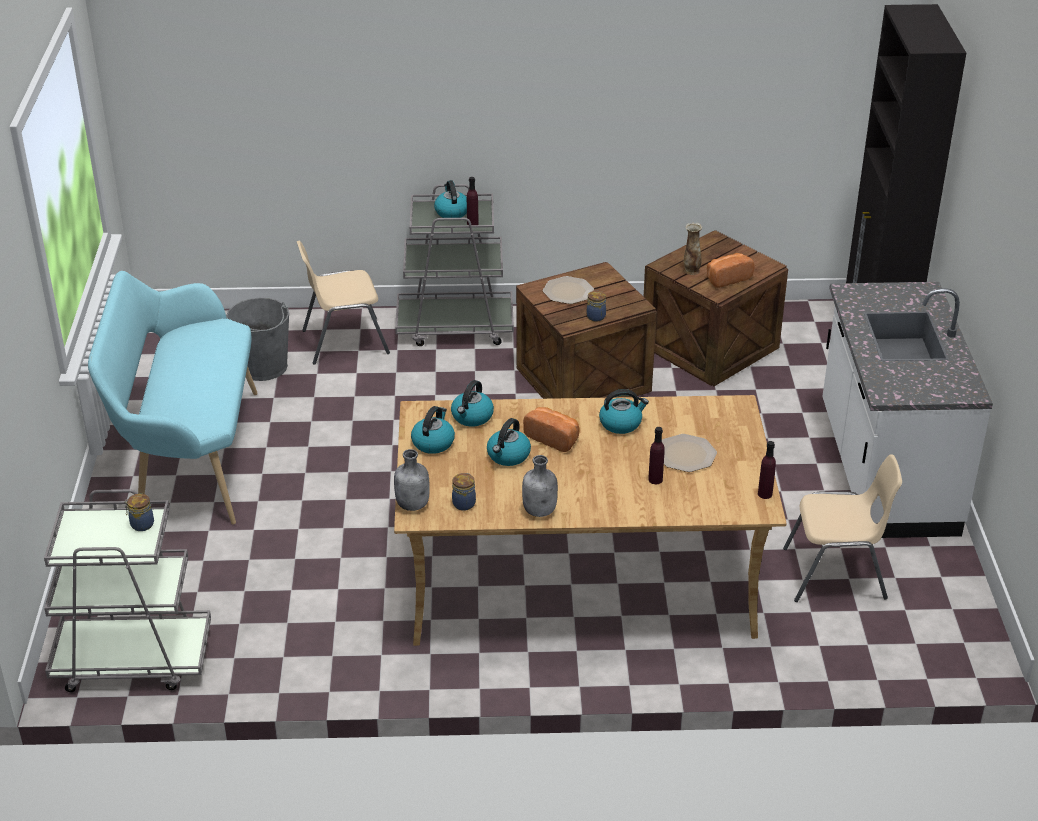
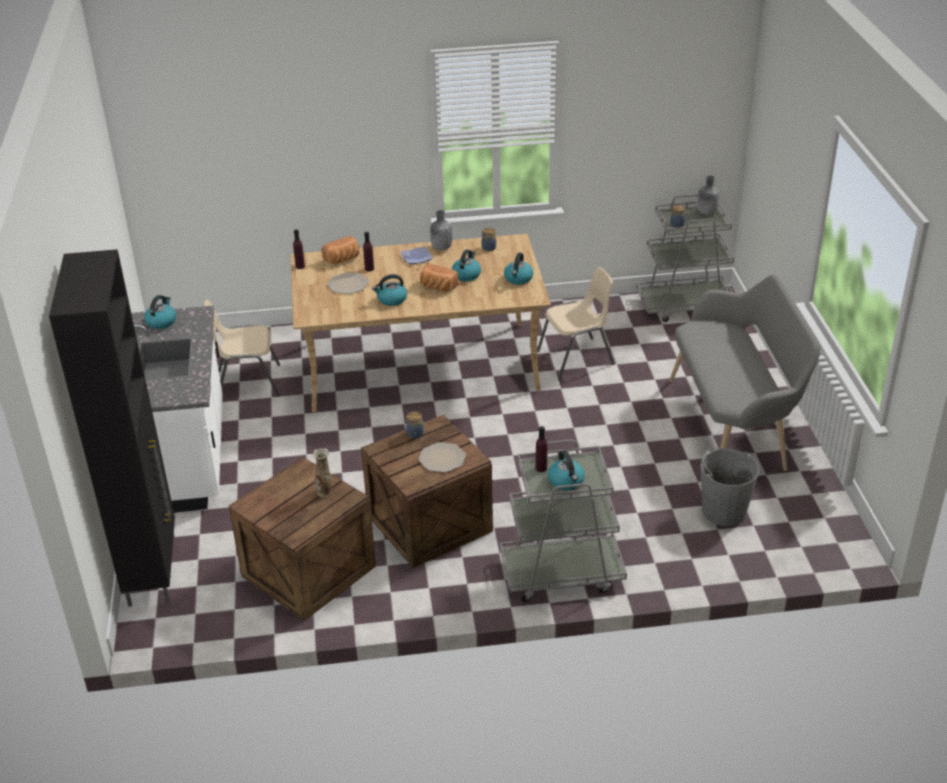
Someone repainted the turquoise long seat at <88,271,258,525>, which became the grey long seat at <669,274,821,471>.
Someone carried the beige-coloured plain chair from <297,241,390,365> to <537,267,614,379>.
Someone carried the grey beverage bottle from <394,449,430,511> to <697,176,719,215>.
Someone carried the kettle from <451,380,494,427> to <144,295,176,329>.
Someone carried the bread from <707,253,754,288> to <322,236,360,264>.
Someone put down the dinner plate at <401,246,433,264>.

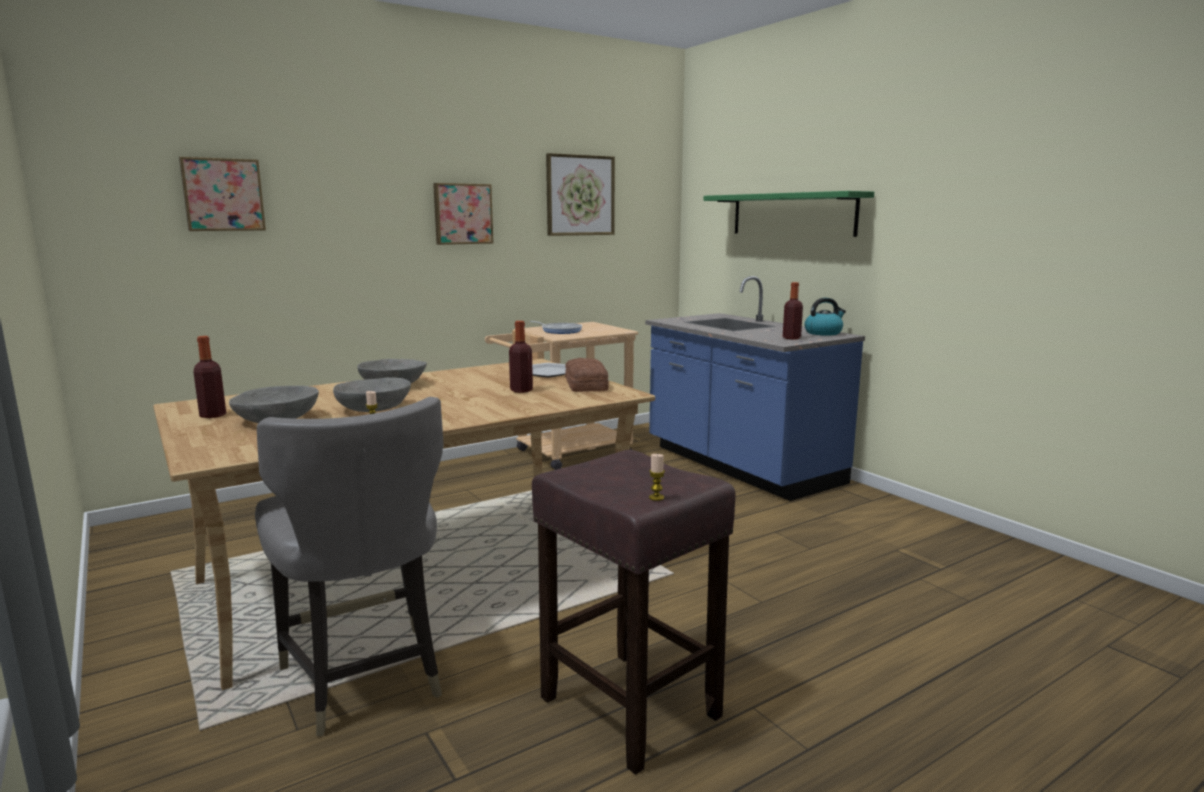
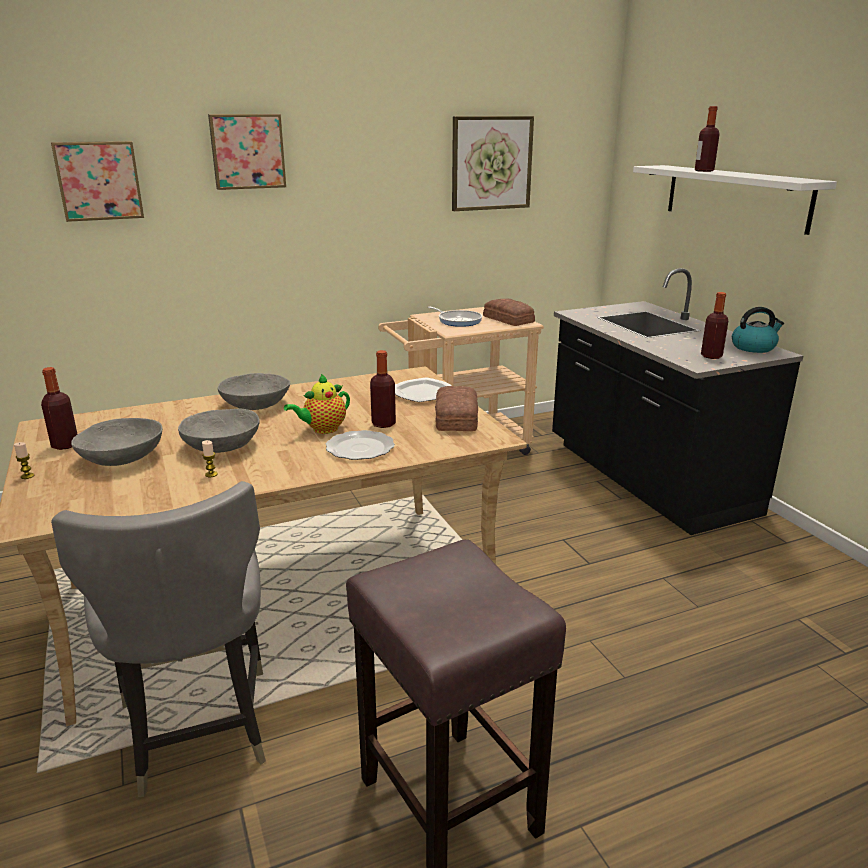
Someone carried the wall art from <433,183,494,245> to <208,114,286,190>.
Someone repainted the blue-coloured counter at <645,276,865,501>, which became the black counter at <552,268,803,535>.
Someone carried the candle from <649,454,665,501> to <14,442,34,479>.
Someone repainted the green shelf at <704,191,874,237>, which became the whitish shelf at <633,165,837,235>.
Someone put down the pot for tea at <284,374,350,434>.
Someone put down the dinner plate at <326,430,395,460>.
Someone put down the bread at <483,299,535,326>.
Someone put down the beverage bottle at <695,106,720,172>.

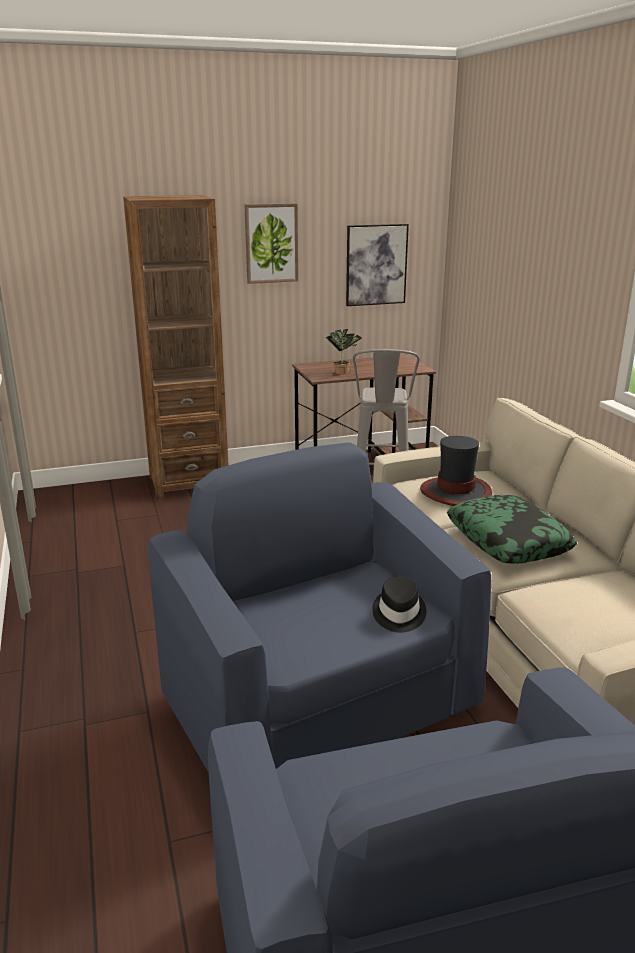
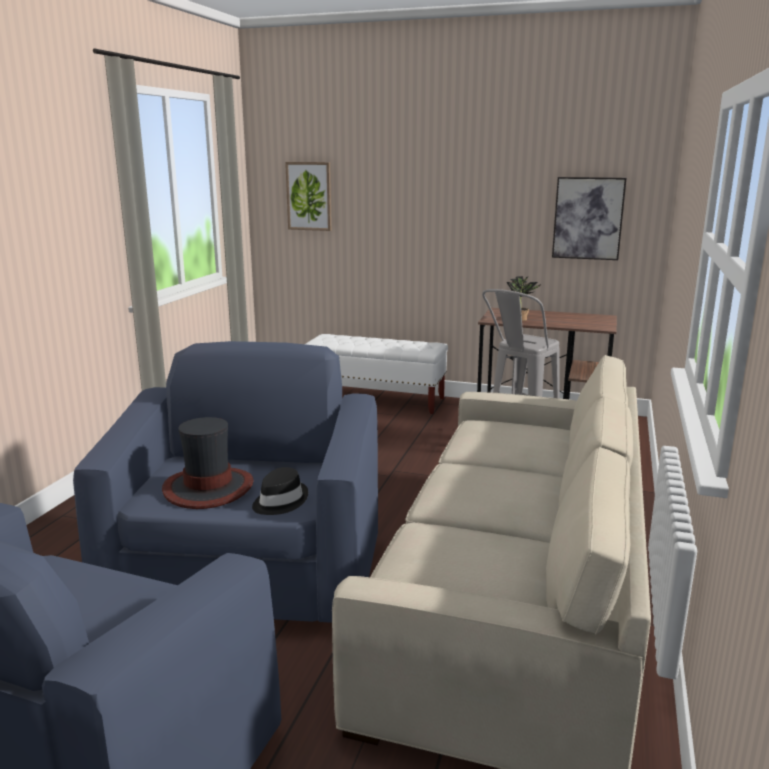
Someone swapped the brownish bookcase at <123,195,228,501> for the whitish long seat at <305,334,448,414>.
Someone carried the wall art from <244,203,298,284> to <285,162,332,231>.
Someone carried the hat from <420,436,492,506> to <162,417,254,509>.
Someone took away the pillow at <447,495,577,564>.

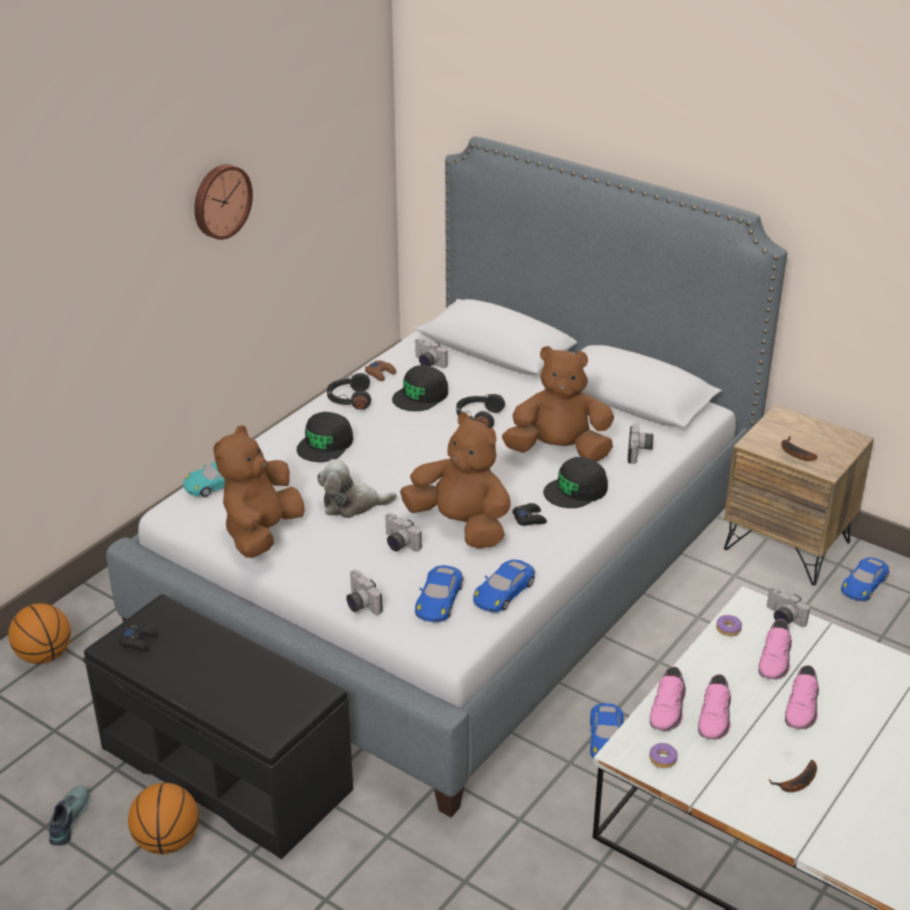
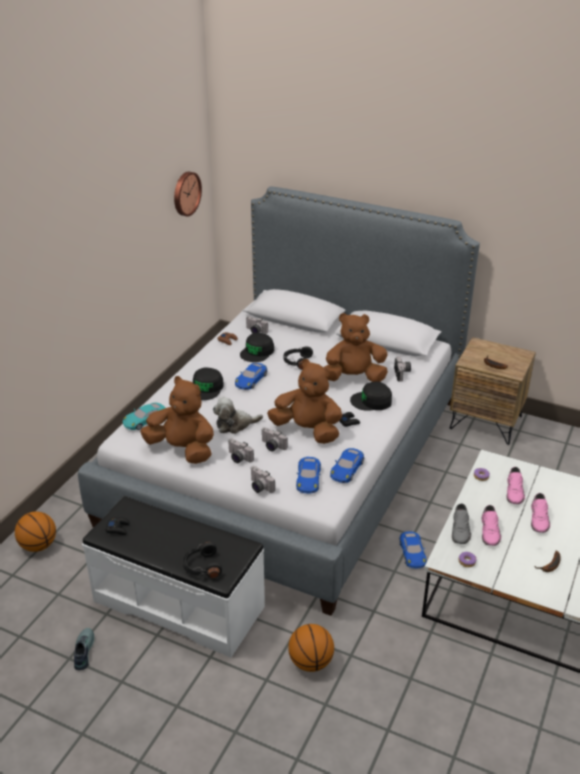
Someone repainted the black long seat at <83,594,353,859>, which became the whitish long seat at <82,496,265,658>.
Someone carried the basketball ball from <128,783,199,854> to <288,624,334,672>.
Someone carried the wall clock from <194,164,253,240> to <174,172,202,216>.
Someone rotated the brownish cuddly toy at <213,425,305,558> by 105 degrees clockwise.
Someone carried the black pair of headphones from <327,373,371,410> to <183,542,222,578>.
Someone rotated the black cap at <543,457,608,508> by 45 degrees clockwise.
Someone repainted the pink shoe at <650,666,686,731>, which became the grey shoe at <452,503,471,544>.
Someone carried the photo camera from <767,586,810,627> to <228,438,254,463>.
Someone carried the blue-coloured model car from <841,557,889,601> to <235,363,267,390>.

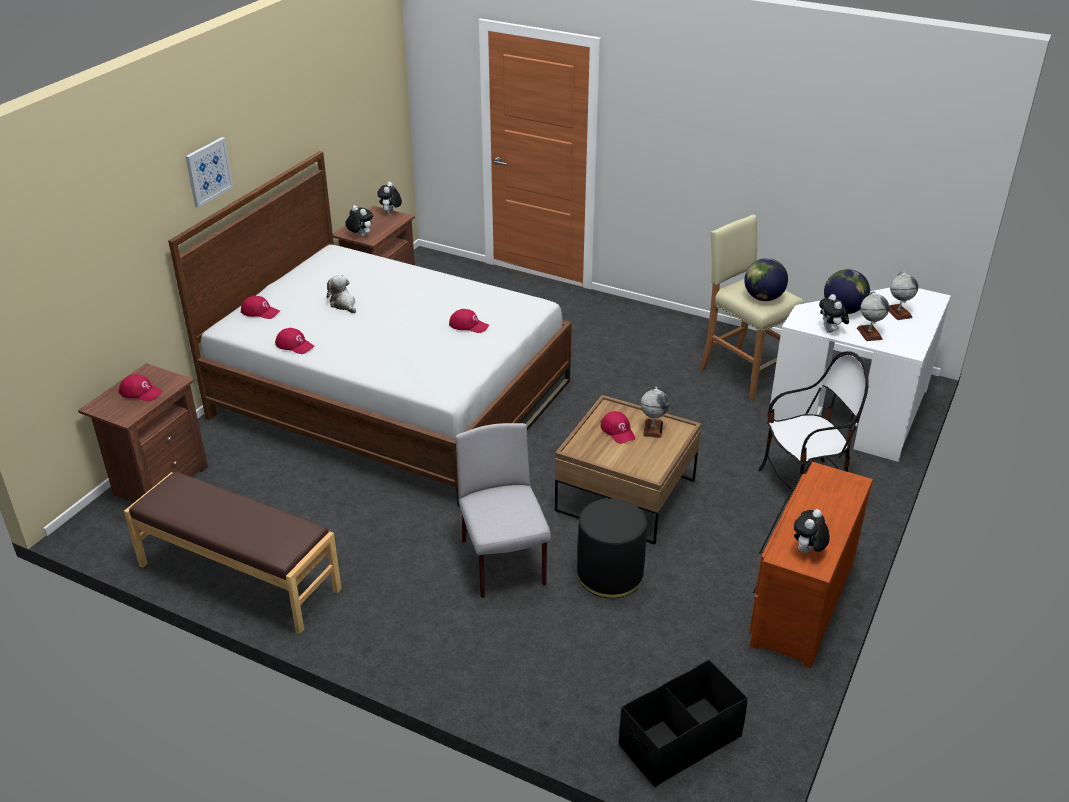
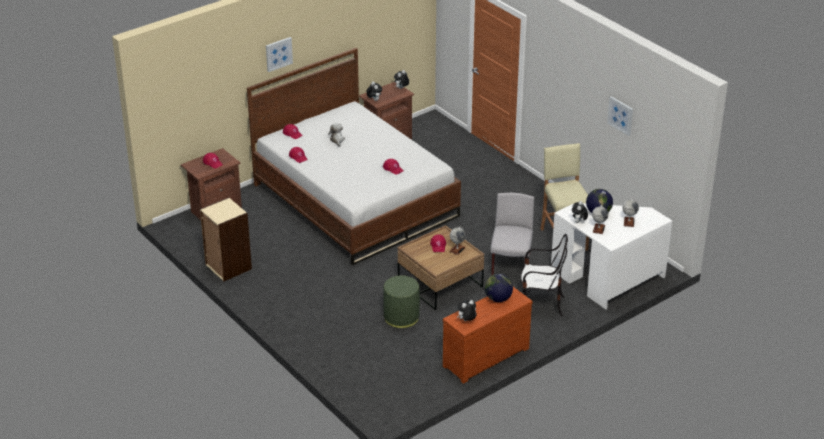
Someone swapped the brownish long seat at <124,471,342,634> for the beige-coloured bookcase at <200,197,252,282>.
Someone carried the grey plain chair from <455,423,551,598> to <490,193,534,276>.
Someone repainted the black pouffe at <577,498,647,598>, which became the green pouffe at <383,275,420,328>.
Someone took away the black storage box at <619,660,748,787>.
Someone carried the world globe from <744,258,788,301> to <484,274,513,302>.
Someone put up the wall art at <607,96,633,136>.

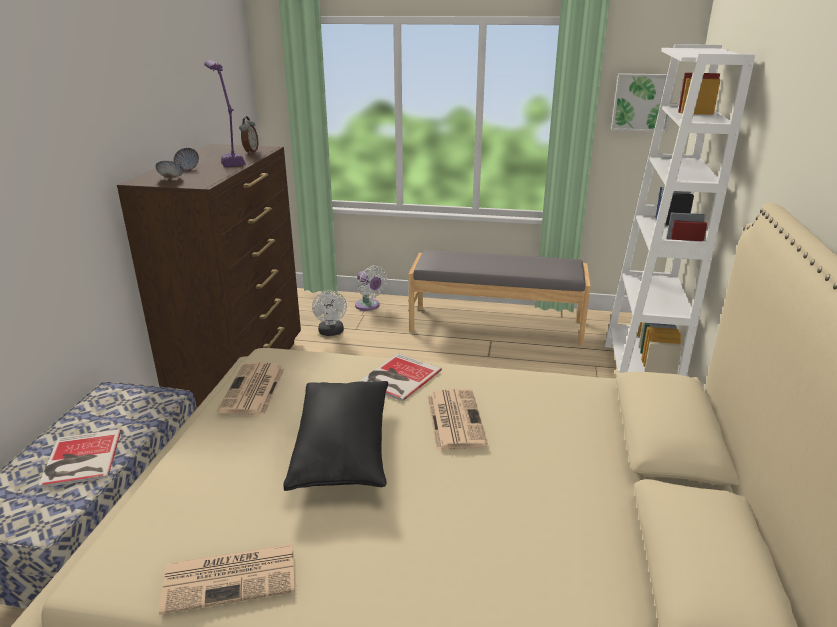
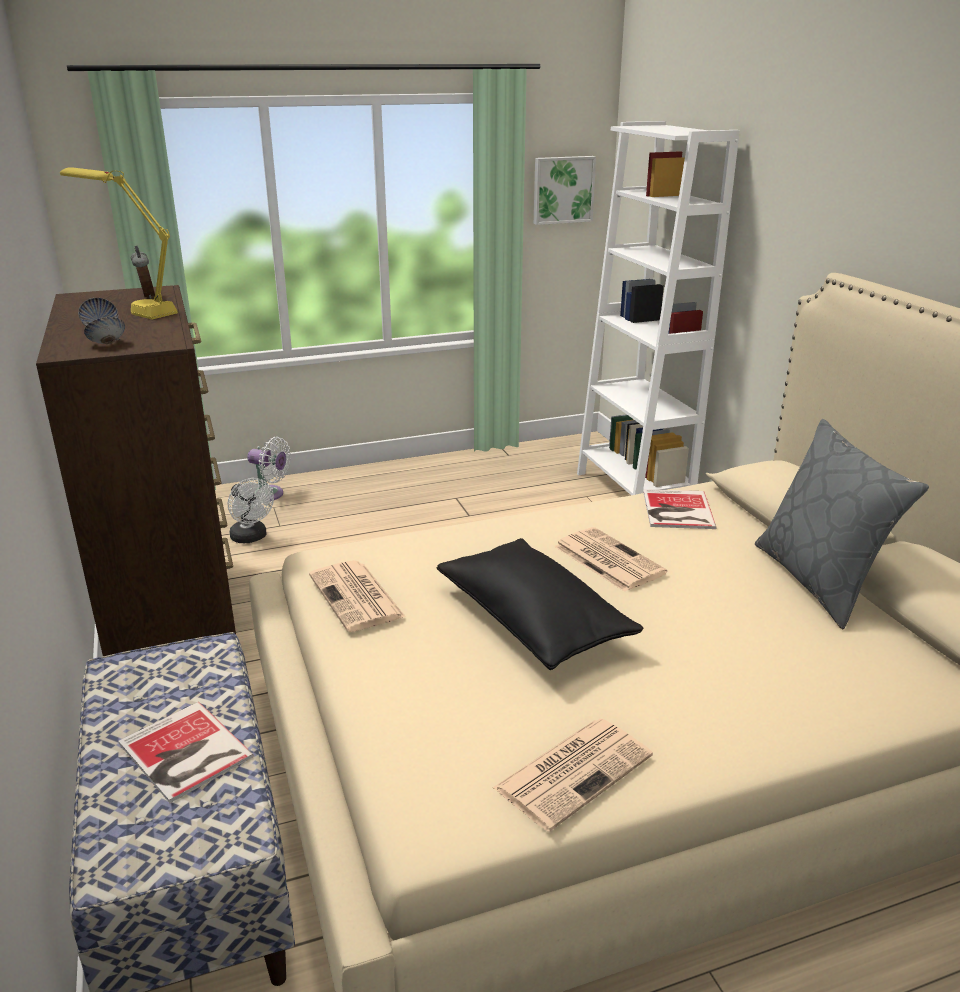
Someone repainted the purple-coloured lamp for a table at <204,60,246,167>, which became the yellow-coloured lamp for a table at <60,167,178,320>.
Someone carried the bound book from <359,353,442,401> to <643,489,717,529>.
Someone took away the grey long seat at <409,250,591,346>.
Someone put down the grey pillow at <755,419,929,629>.

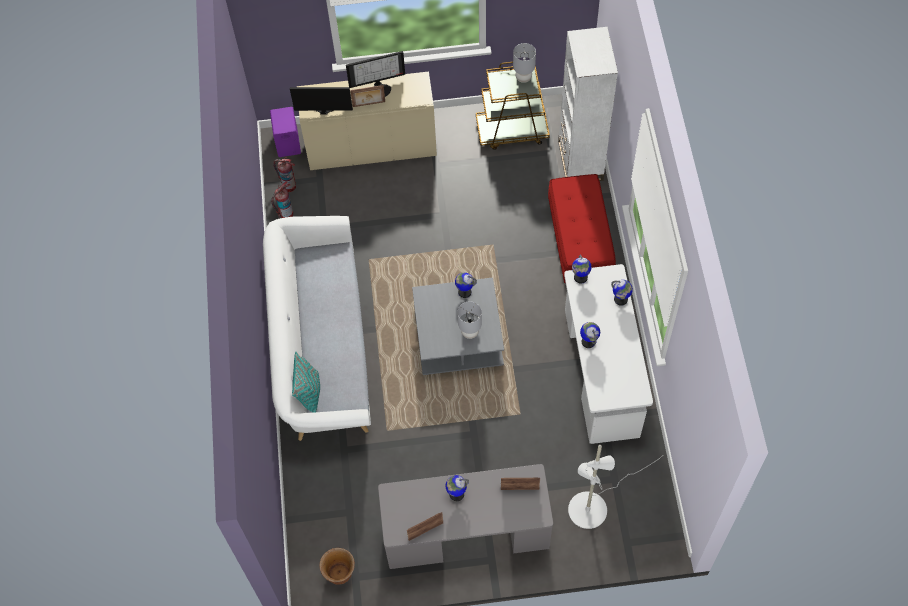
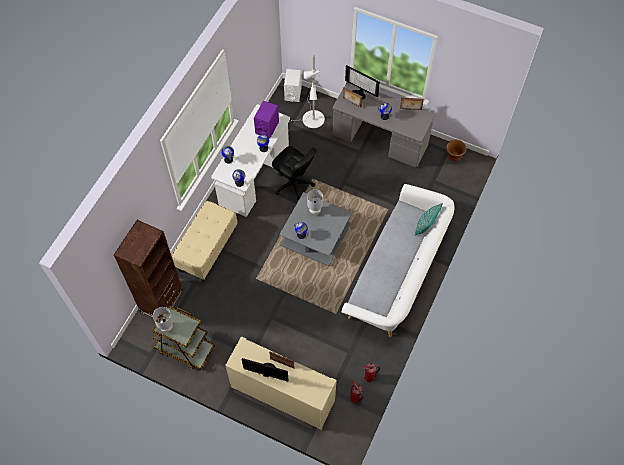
Someone carried the purple-coloured audio speaker from <270,107,301,157> to <254,101,279,139>.
Someone carried the computer display from <290,87,353,114> to <345,65,380,100>.
Someone repainted the red-coloured long seat at <548,174,616,283>, which became the beige-coloured long seat at <172,201,238,282>.
Someone repainted the whitish bookcase at <558,27,618,181>, which became the brownish bookcase at <114,220,183,320>.
Someone put down the black computer chair at <272,146,317,201>.
Someone put down the whitish audio speaker at <284,69,302,102>.

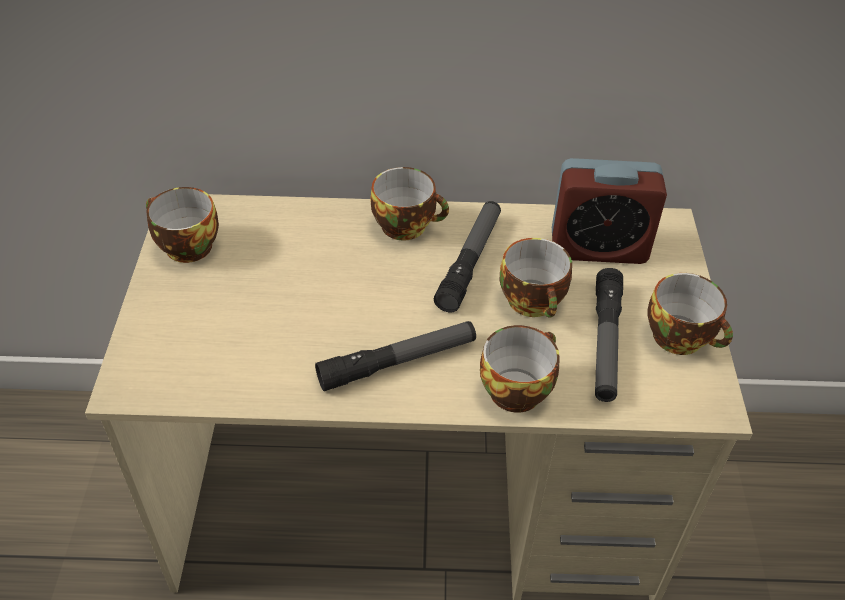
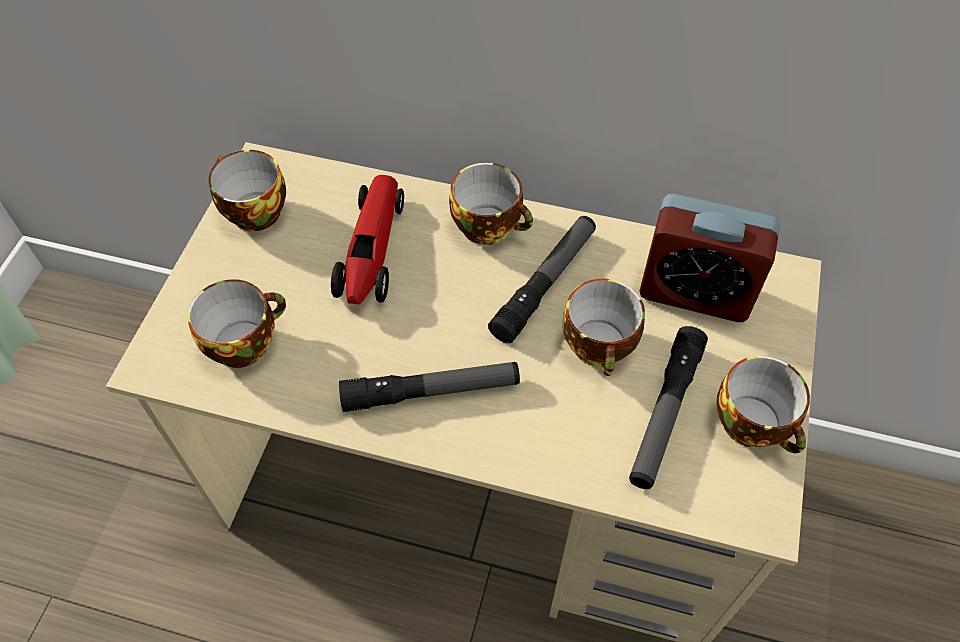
Someone carried the small cup from <480,325,560,413> to <188,279,286,368>.
Someone put down the model car at <331,175,404,305>.

